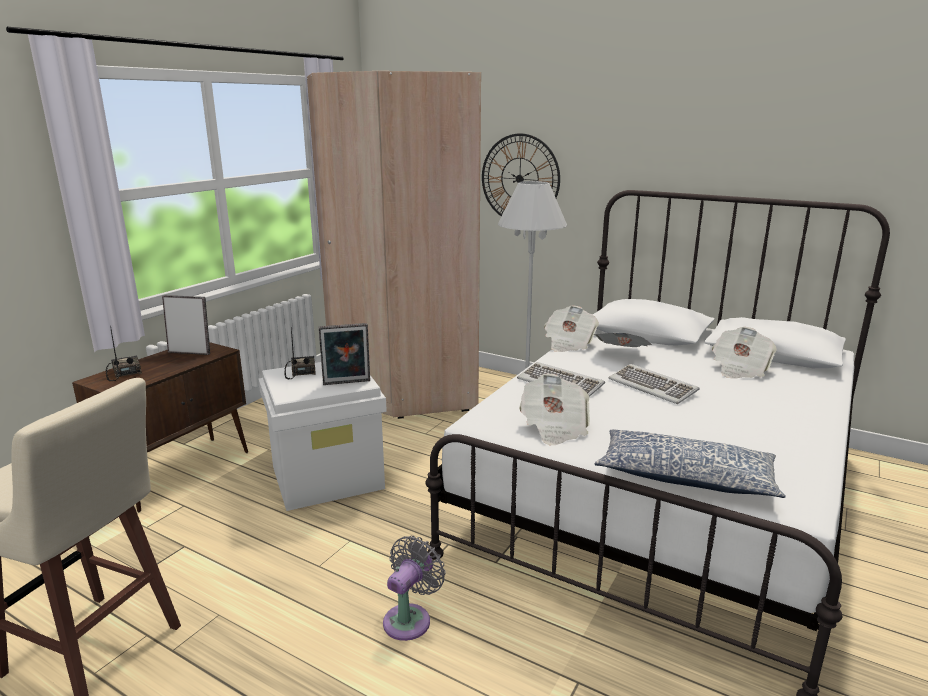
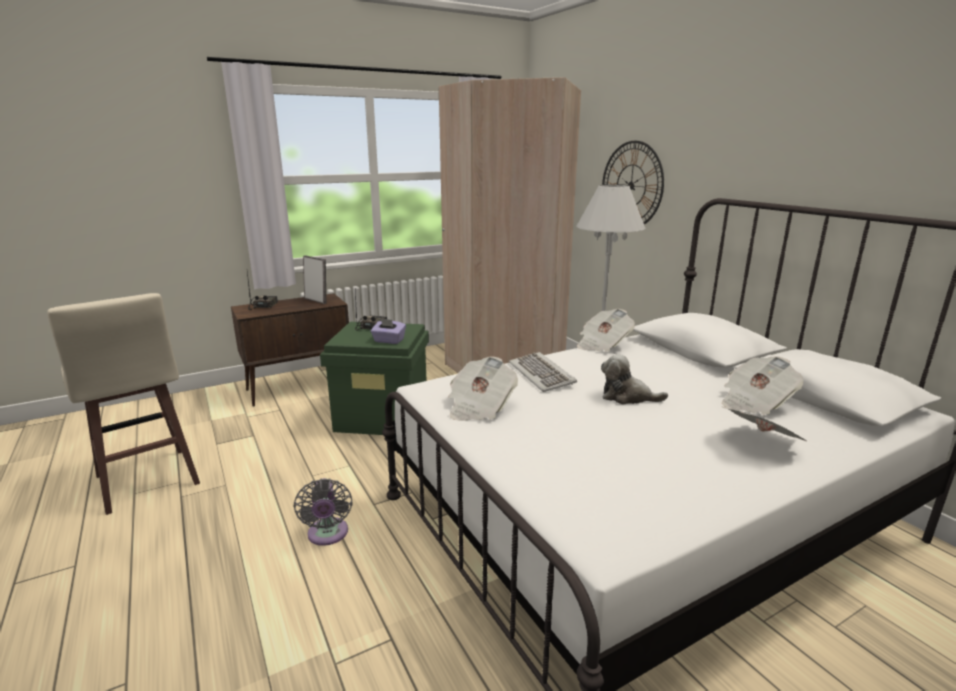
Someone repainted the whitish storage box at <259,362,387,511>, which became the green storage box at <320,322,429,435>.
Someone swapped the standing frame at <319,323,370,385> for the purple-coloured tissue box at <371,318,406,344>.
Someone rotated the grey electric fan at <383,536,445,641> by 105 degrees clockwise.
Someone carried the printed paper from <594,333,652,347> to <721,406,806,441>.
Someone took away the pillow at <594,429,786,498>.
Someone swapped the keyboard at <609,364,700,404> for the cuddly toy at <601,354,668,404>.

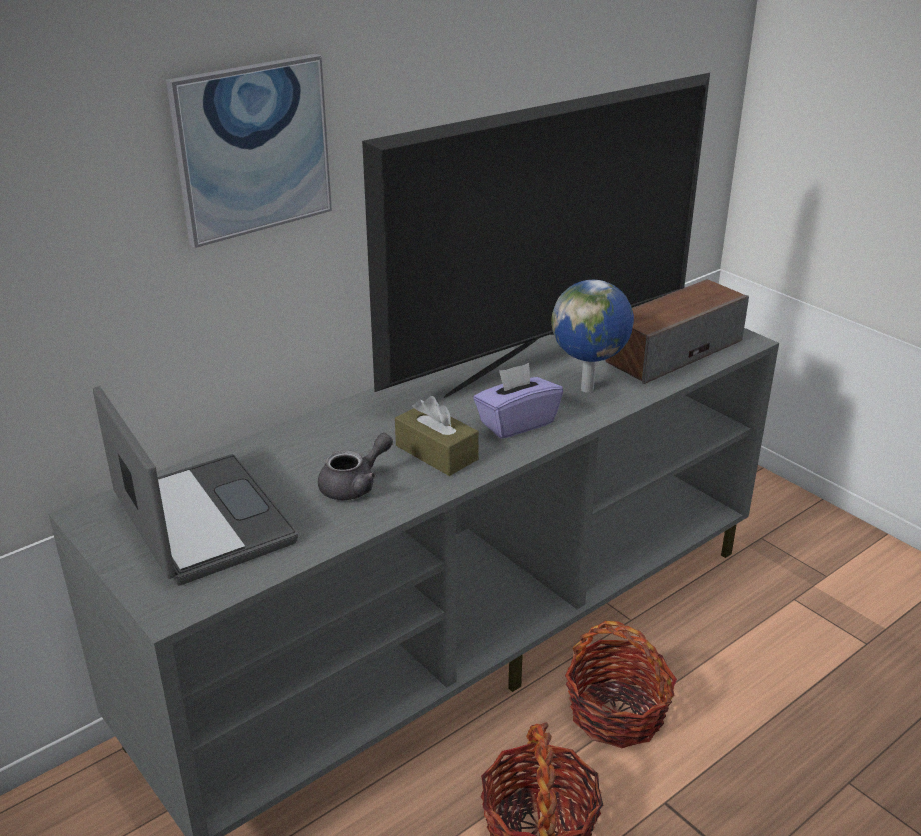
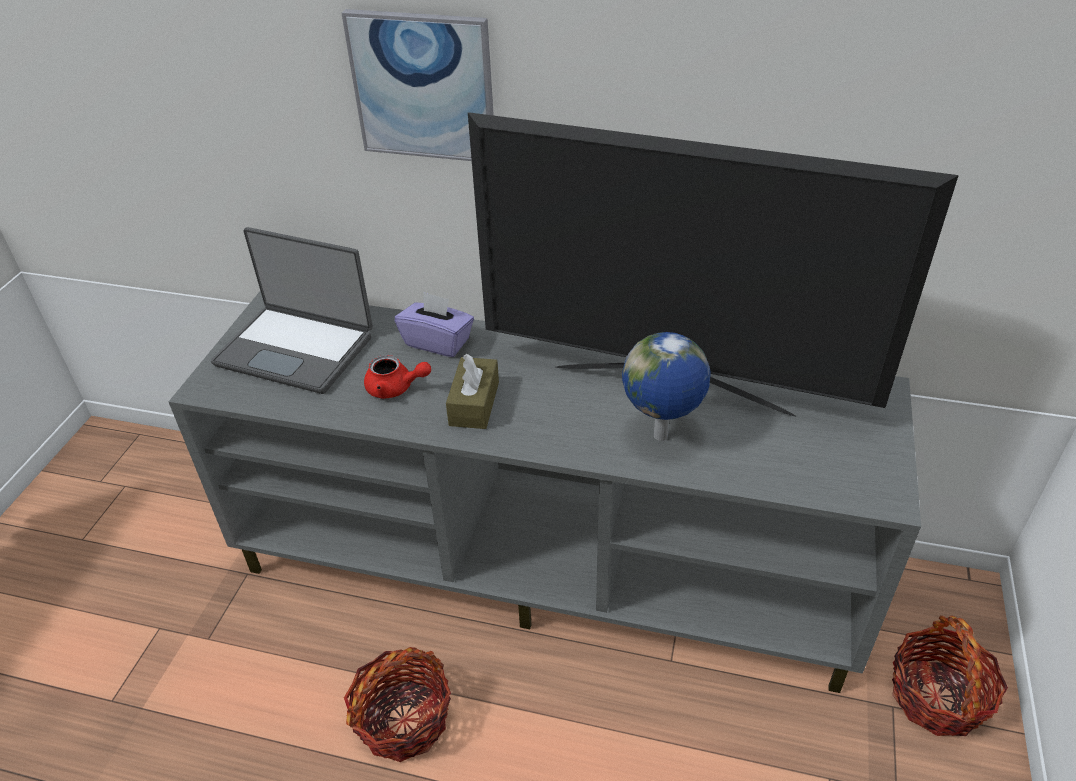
Someone rotated the notebook computer at <93,386,298,586> by 90 degrees clockwise.
Someone repainted the grey pot for tea at <318,433,393,500>, which became the red-coloured pot for tea at <364,355,431,399>.
Someone carried the purple-coloured tissue box from <473,363,563,439> to <395,292,474,357>.
Someone carried the household basket from <565,621,677,748> to <892,615,1008,736>.
Someone took away the audio speaker at <606,279,749,384>.

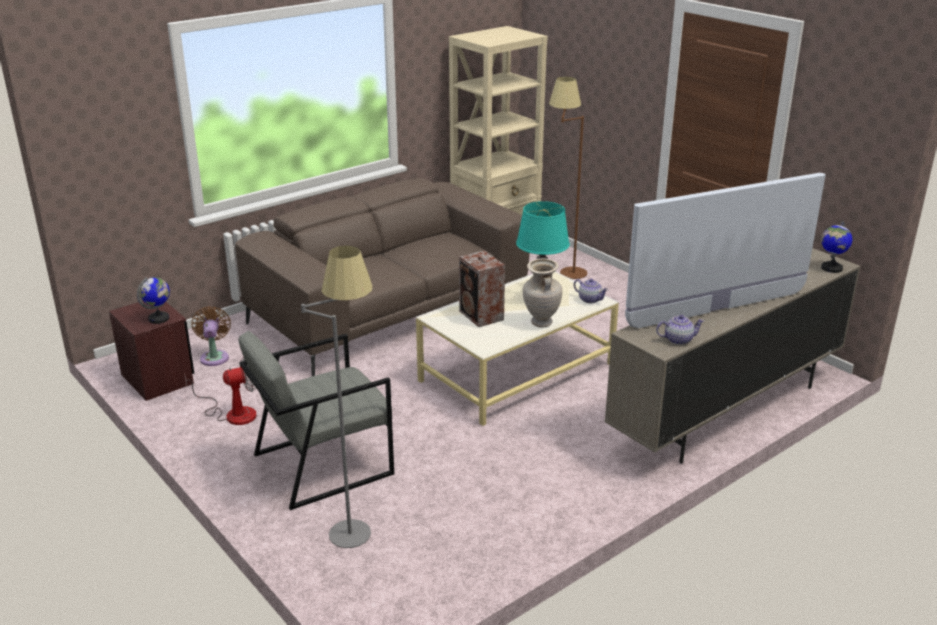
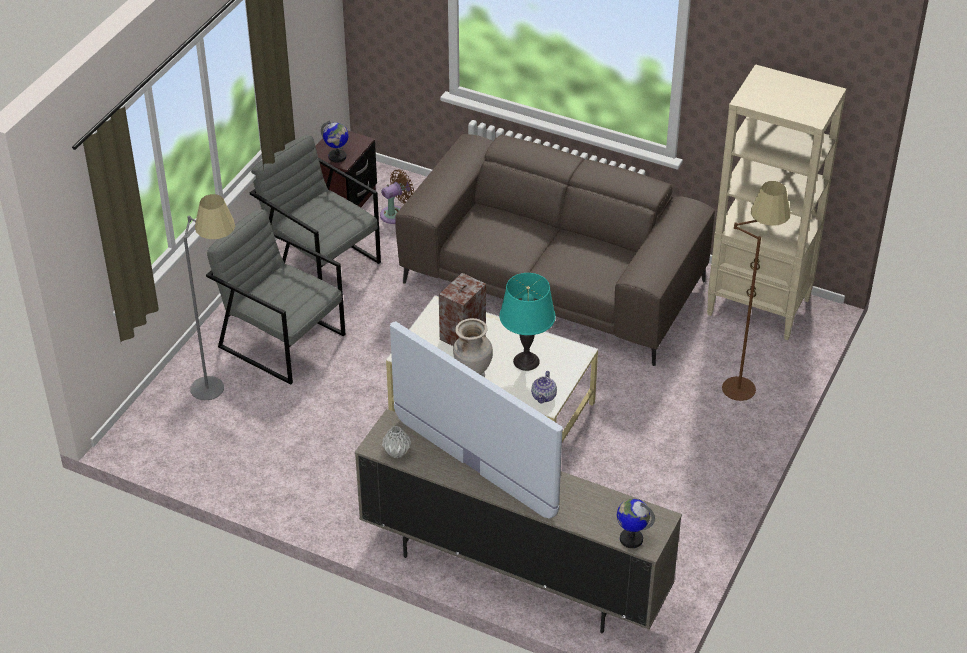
Someone swapped the electric fan at <184,356,257,425> for the grey armchair at <250,135,381,280>.
Someone swapped the pot for tea at <656,315,704,345> for the grey vase at <382,426,411,458>.

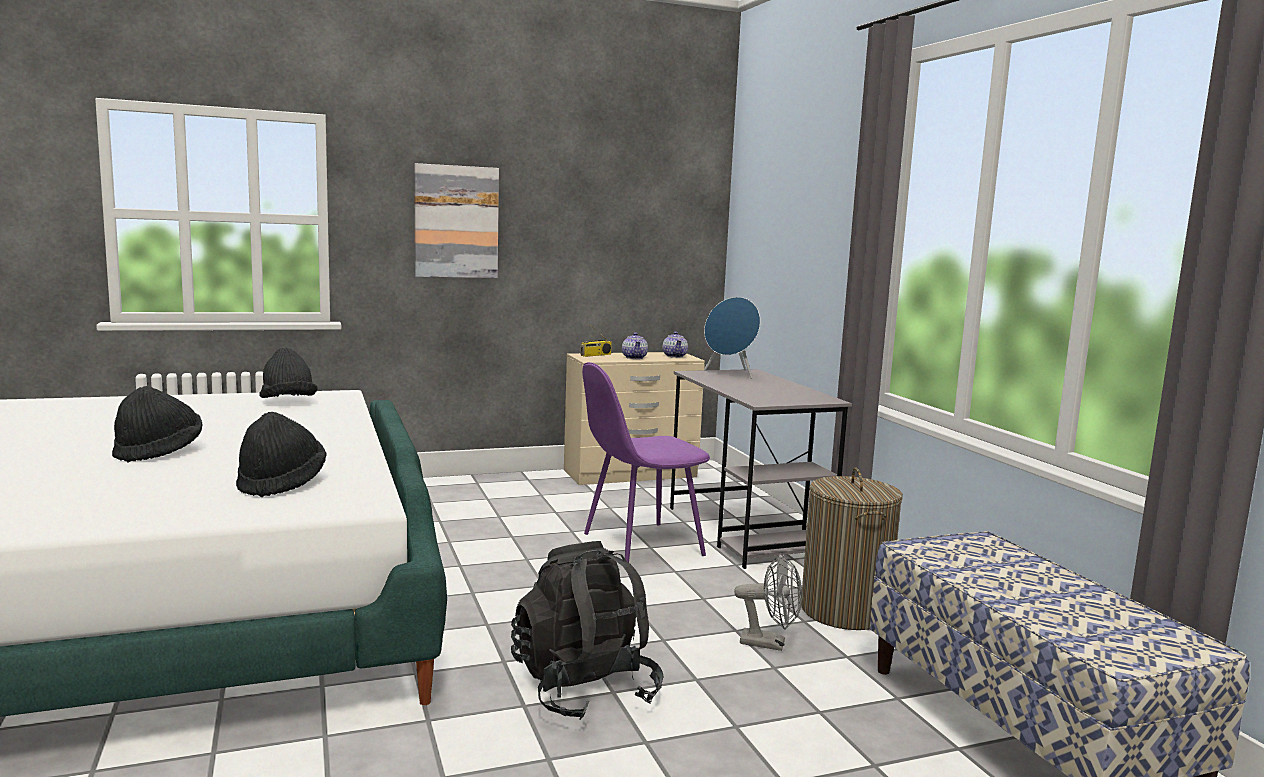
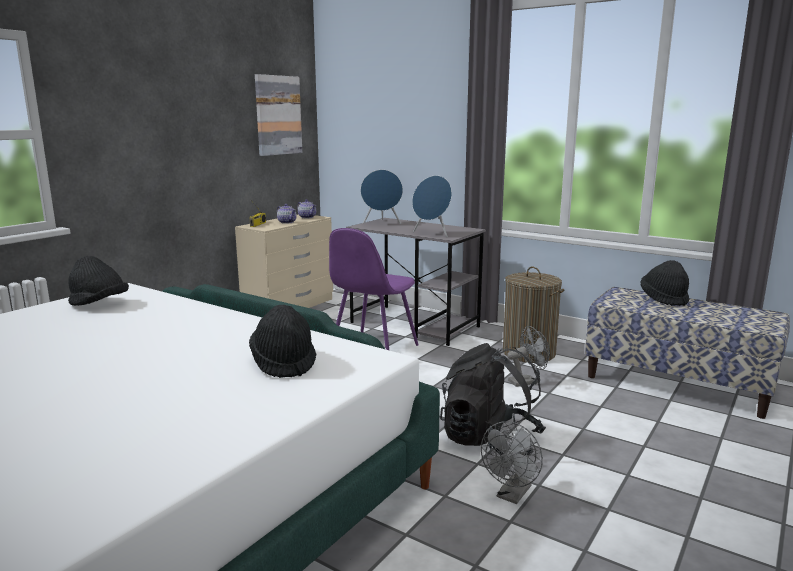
Someone carried the black hat from <112,386,202,462> to <640,260,689,306>.
Someone carried the wall art from <414,163,499,278> to <255,74,302,156>.
Someone put down the blue-coloured audio speaker at <412,175,452,237>.
Someone put down the grey electric fan at <481,421,543,504>.

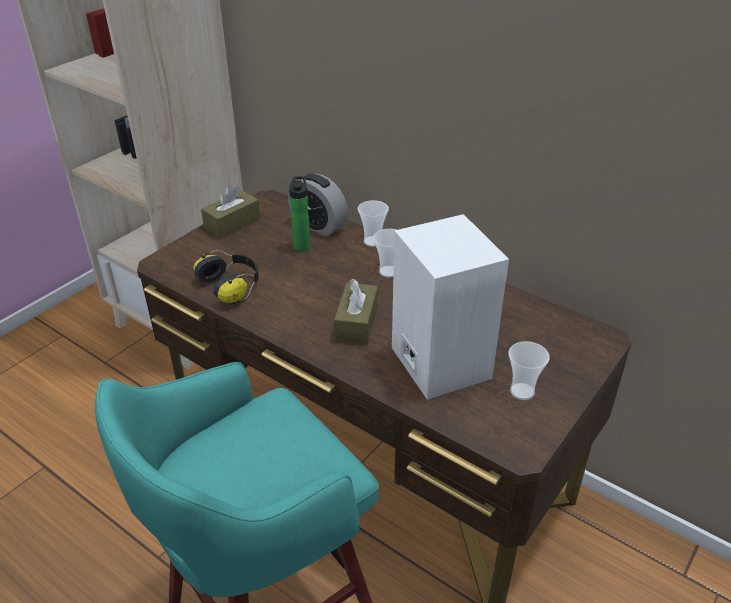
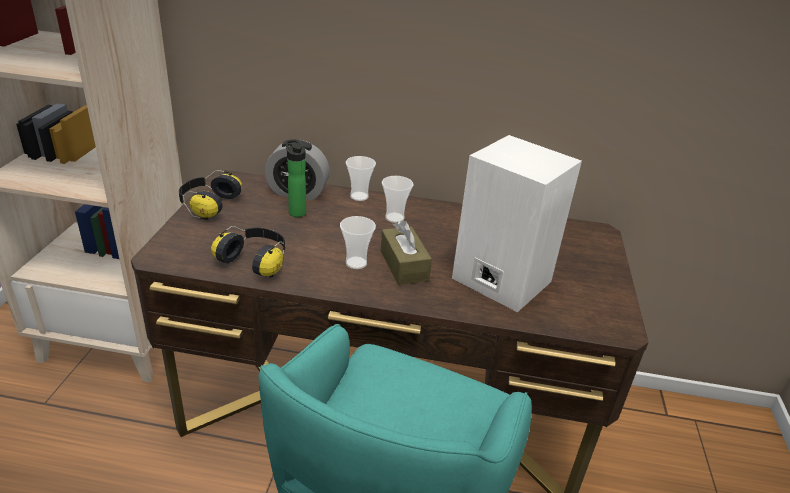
Someone swapped the brownish tissue box at <201,185,261,238> for the pair of headphones at <179,170,242,220>.
Someone carried the small cup from <509,341,550,400> to <340,216,376,269>.

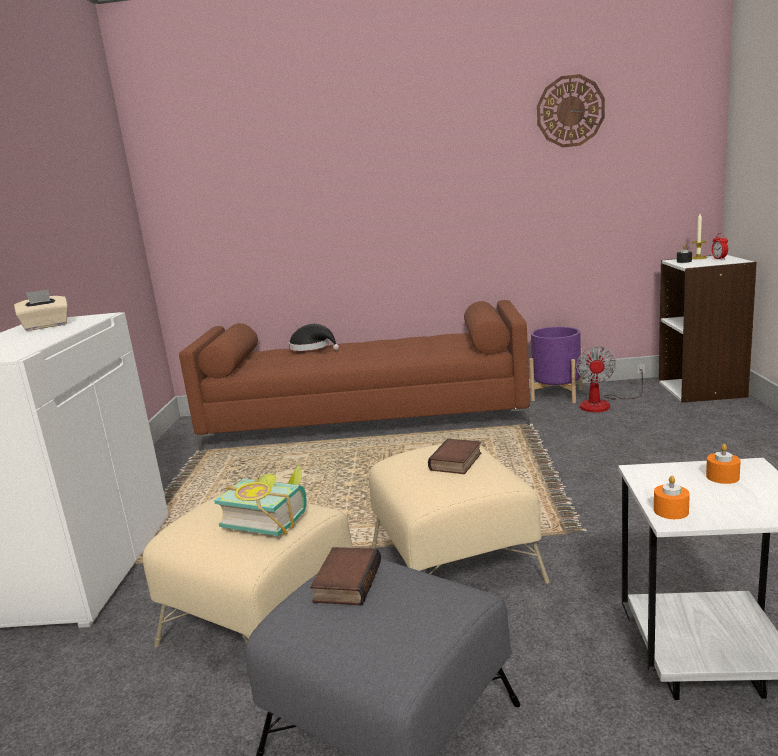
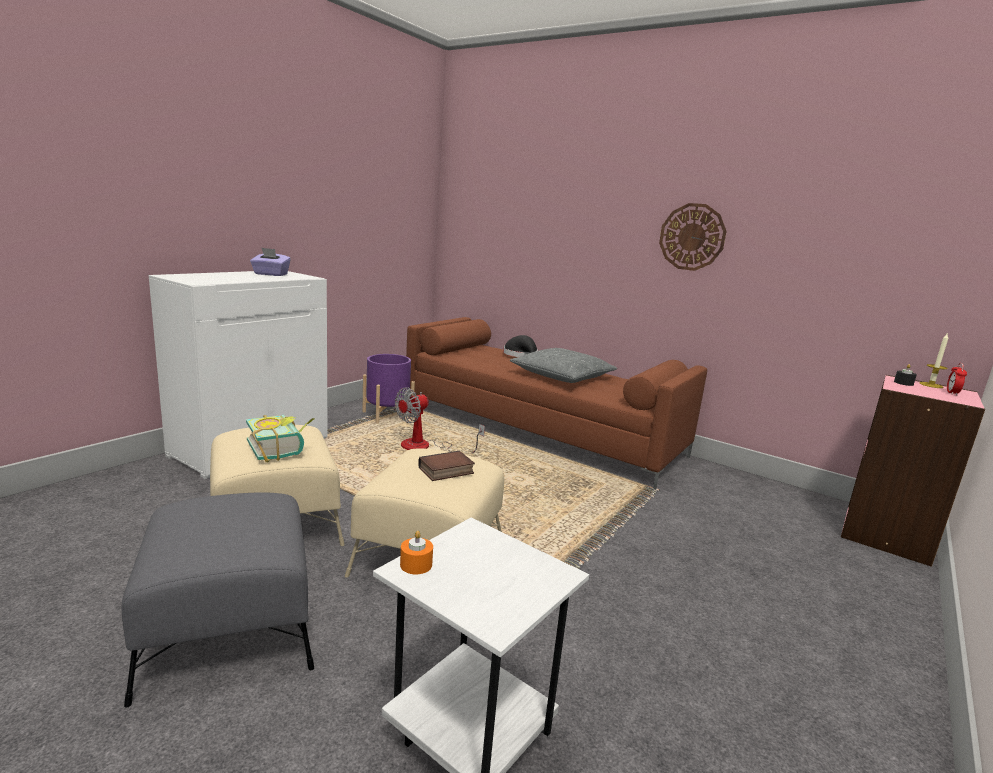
Someone repainted the beige-coloured tissue box at <14,289,68,331>, which became the purple-coloured tissue box at <250,248,291,276>.
Someone took away the bound book at <310,547,381,605>.
Someone carried the purple-coloured planter from <529,327,583,403> to <363,354,415,423>.
Someone carried the wall clock from <537,74,605,148> to <659,203,727,271>.
Someone carried the electric fan from <576,346,645,412> to <395,388,485,454>.
Someone repainted the whitish bookcase at <659,255,757,403>, which became the pink bookcase at <841,375,985,567>.
Someone took away the orange candle at <706,444,741,484>.
Someone put down the grey pillow at <510,348,617,383>.

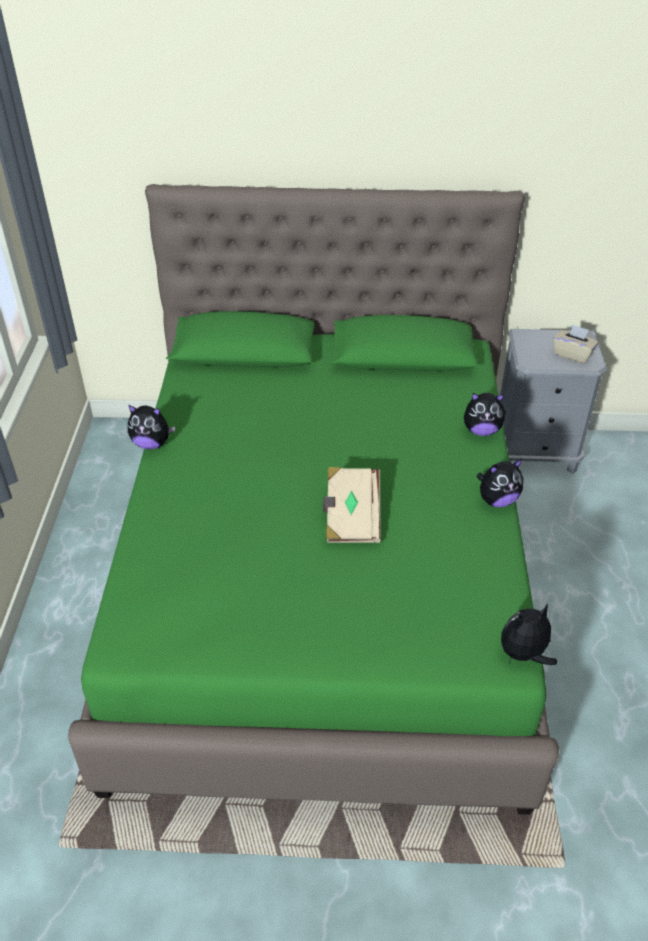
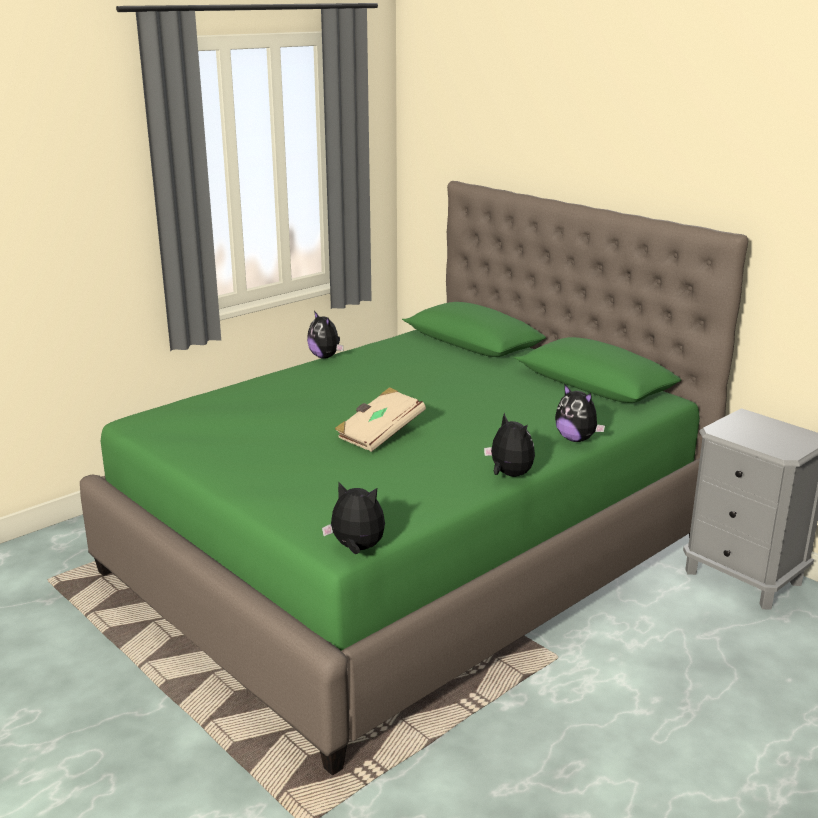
Someone rotated the cuddly toy at <476,459,523,507> by 150 degrees counterclockwise.
Someone took away the beige-coloured tissue box at <553,324,598,364>.

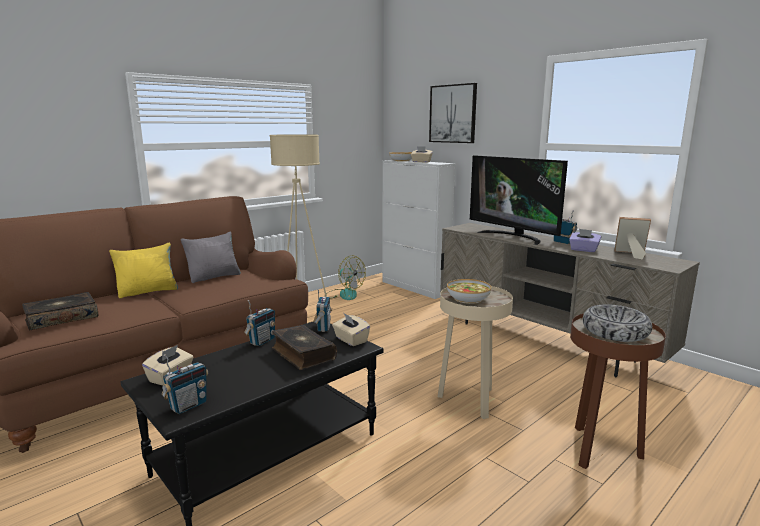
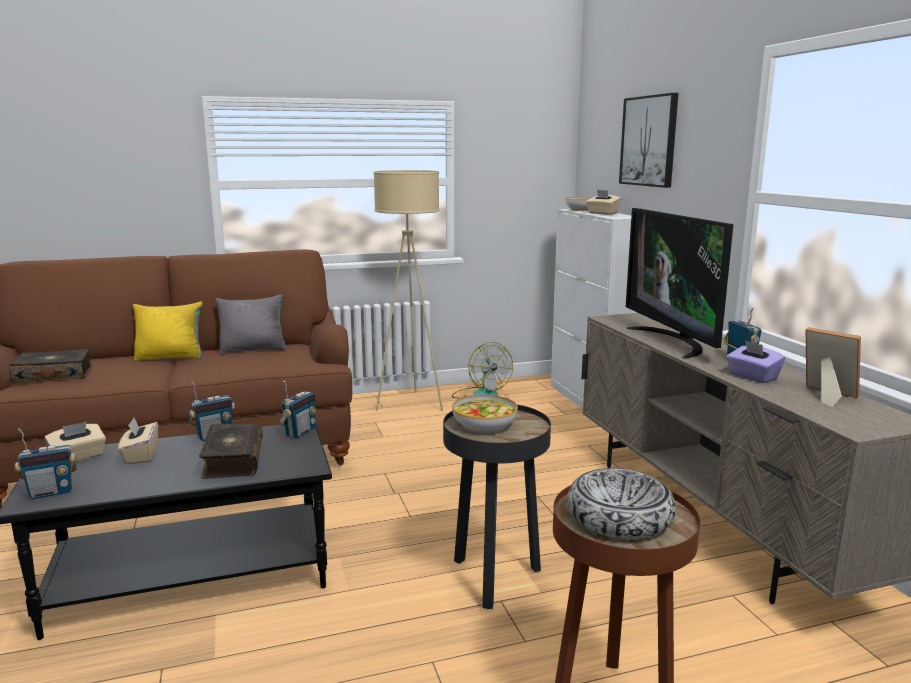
Someone carried the beige-coloured tissue box from <332,312,370,346> to <118,418,158,464>.
Someone repainted the beige-coloured side table at <438,286,513,419>, which became the black side table at <443,405,551,609>.

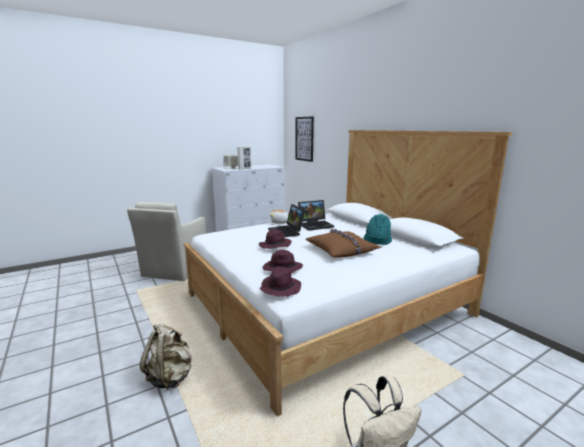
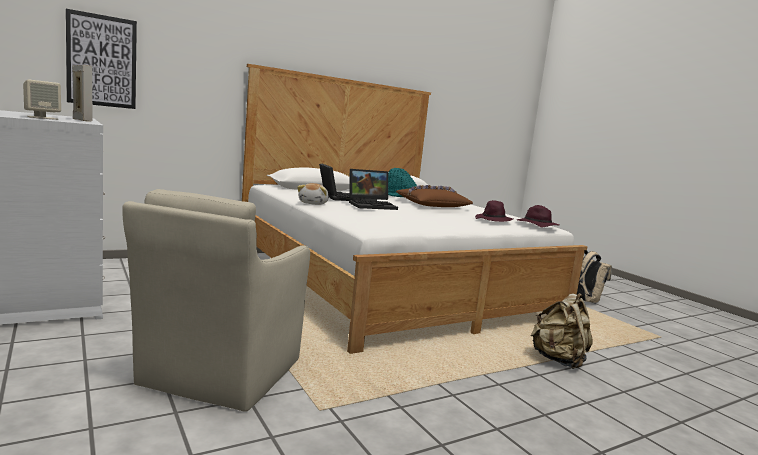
Someone rotated the beige-coloured armchair at <127,202,206,281> by 90 degrees clockwise.
Someone took away the purple-coloured hat at <259,229,292,249>.

